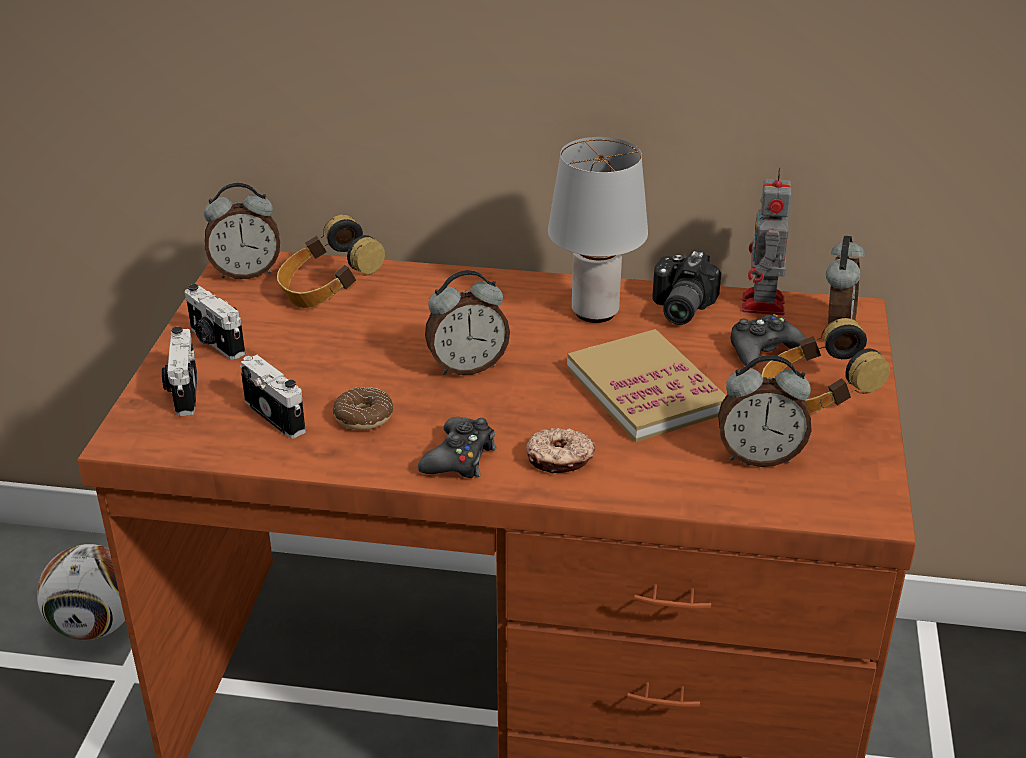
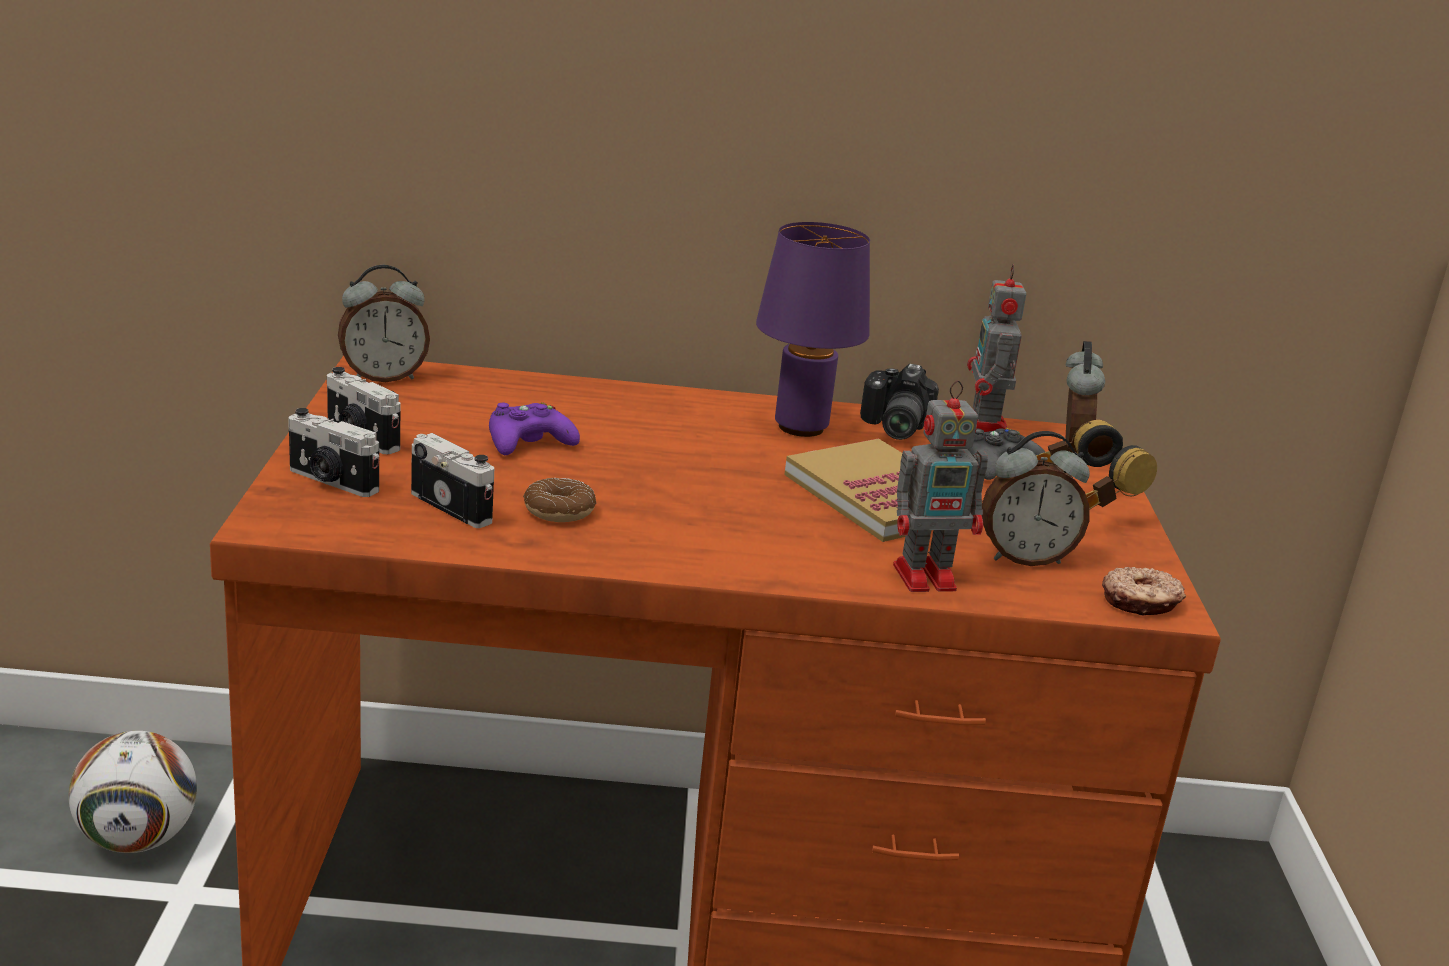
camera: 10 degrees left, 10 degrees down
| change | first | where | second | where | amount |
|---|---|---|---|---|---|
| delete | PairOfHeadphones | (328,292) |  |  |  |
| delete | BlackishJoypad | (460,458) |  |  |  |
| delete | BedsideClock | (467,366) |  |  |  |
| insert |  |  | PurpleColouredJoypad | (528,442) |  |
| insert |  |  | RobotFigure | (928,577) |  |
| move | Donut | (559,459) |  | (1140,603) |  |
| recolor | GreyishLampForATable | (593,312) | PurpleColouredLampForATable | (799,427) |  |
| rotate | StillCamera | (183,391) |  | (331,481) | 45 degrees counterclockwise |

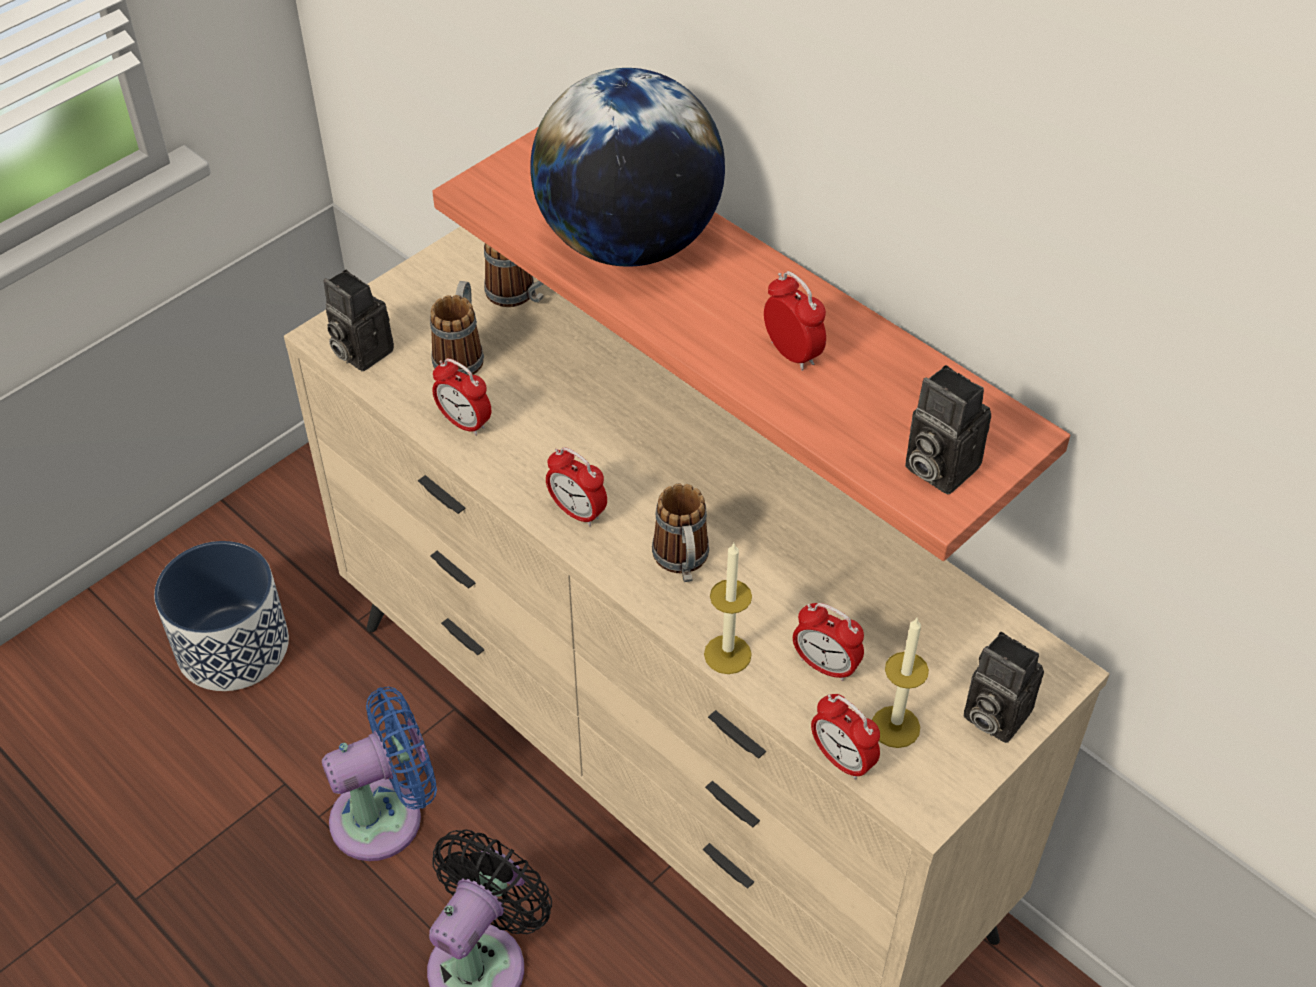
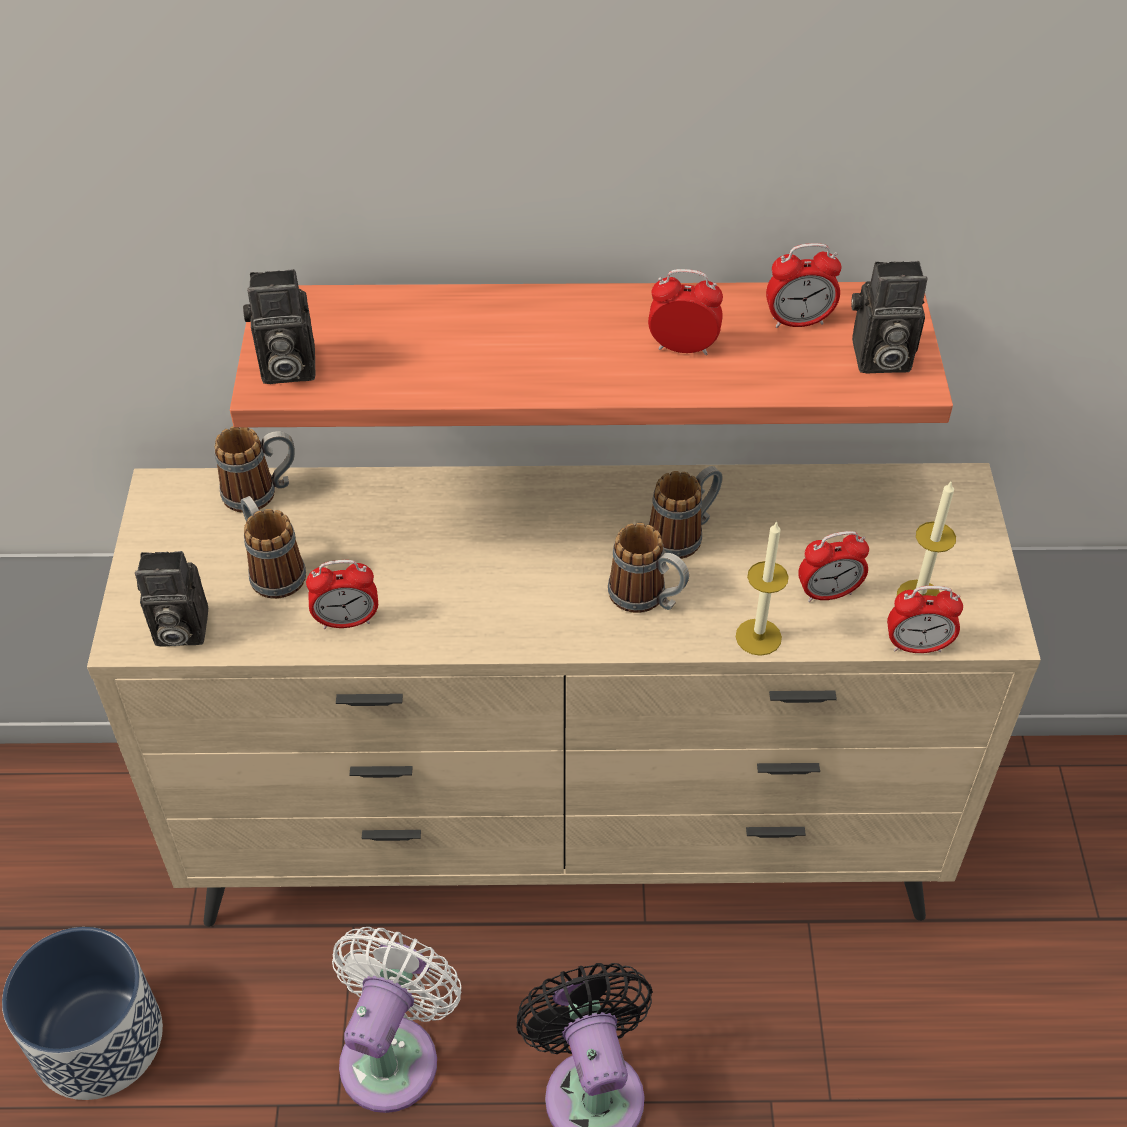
camera: 45 degrees left, 0 degrees up
| change | first | where | second | where | amount |
|---|---|---|---|---|---|
| delete | WorldGlobe | (629,243) |  |  |  |
| insert |  |  | Mug | (684,534) |  |
| move | BedsideClock | (577,512) |  | (798,321) |  |
| move | StillCamera | (992,714) |  | (285,368) |  |
| recolor | BlueElectricFan | (386,816) | WhitishElectricFan | (393,1053) |  |

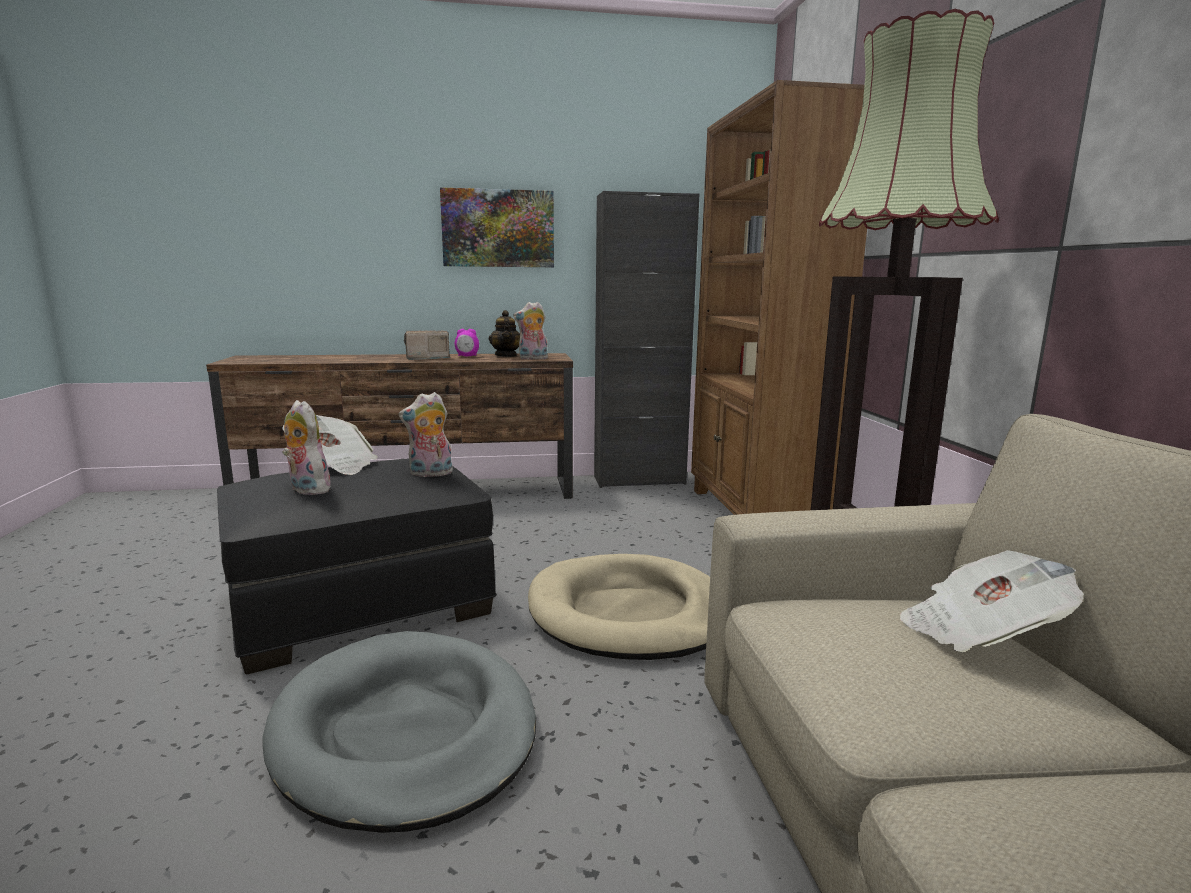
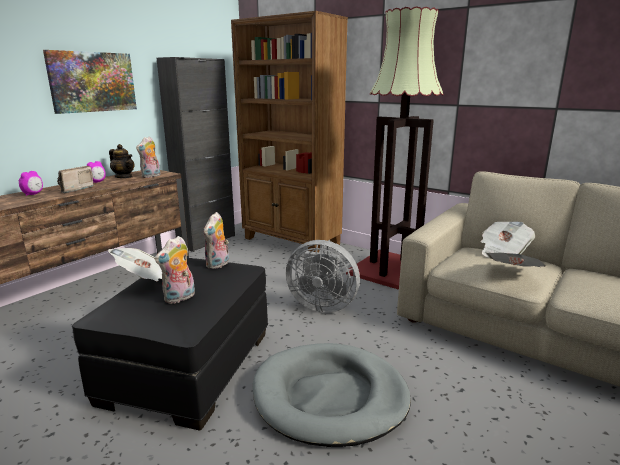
camera: 45 degrees left, 5 degrees up
| change | first | where | second | where | amount |
|---|---|---|---|---|---|
| insert |  |  | BedsideClock | (33,194) |  |
| insert |  |  | Newspaper | (512,274) |  |
| replace | SandColouredPetBed | (630,614) | GreyishElectricFan | (322,305) |  |
| rotate | PlushToy | (306,489) |  | (180,298) | 45 degrees counterclockwise |

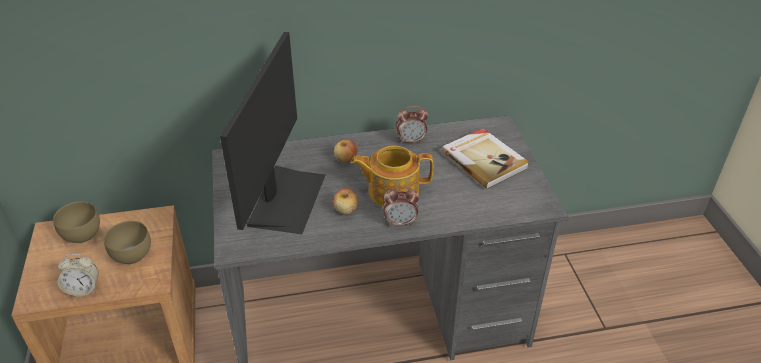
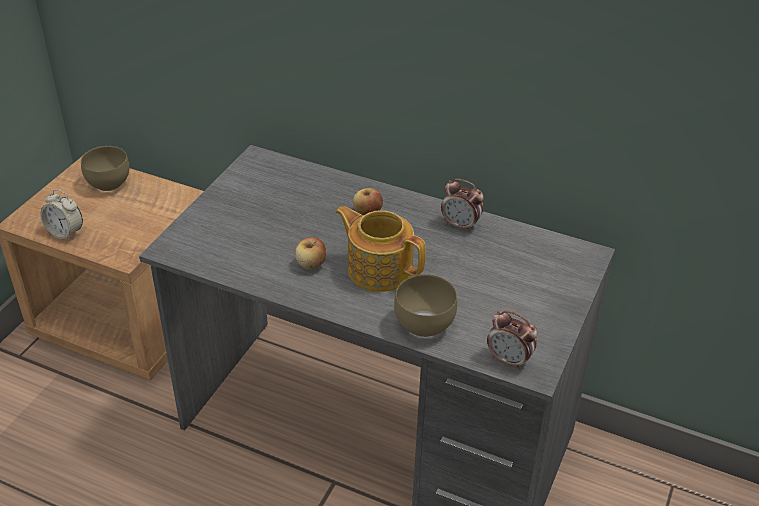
camera: 35 degrees right, 0 degrees up
| change | first | where | second | where | amount |
|---|---|---|---|---|---|
| delete | ComputerScreen | (285,198) |  |  |  |
| delete | Volume | (484,160) |  |  |  |
| move | BrownColouredDeepDish | (134,255) |  | (426,326) |  |
| move | BedsideClock | (400,222) |  | (509,360) |  |

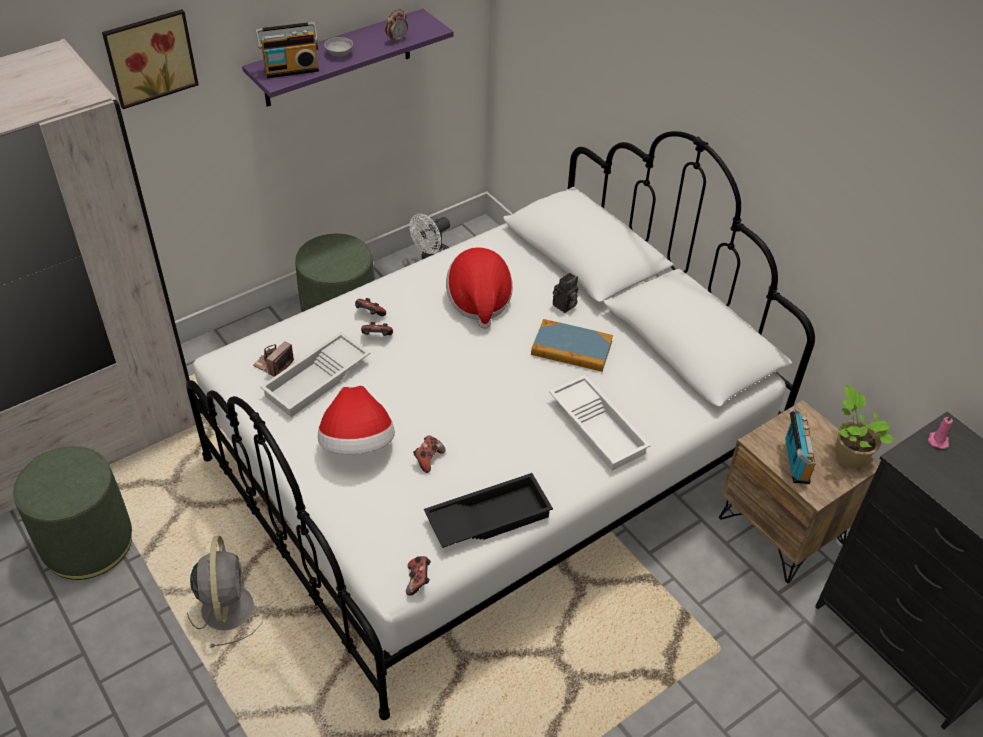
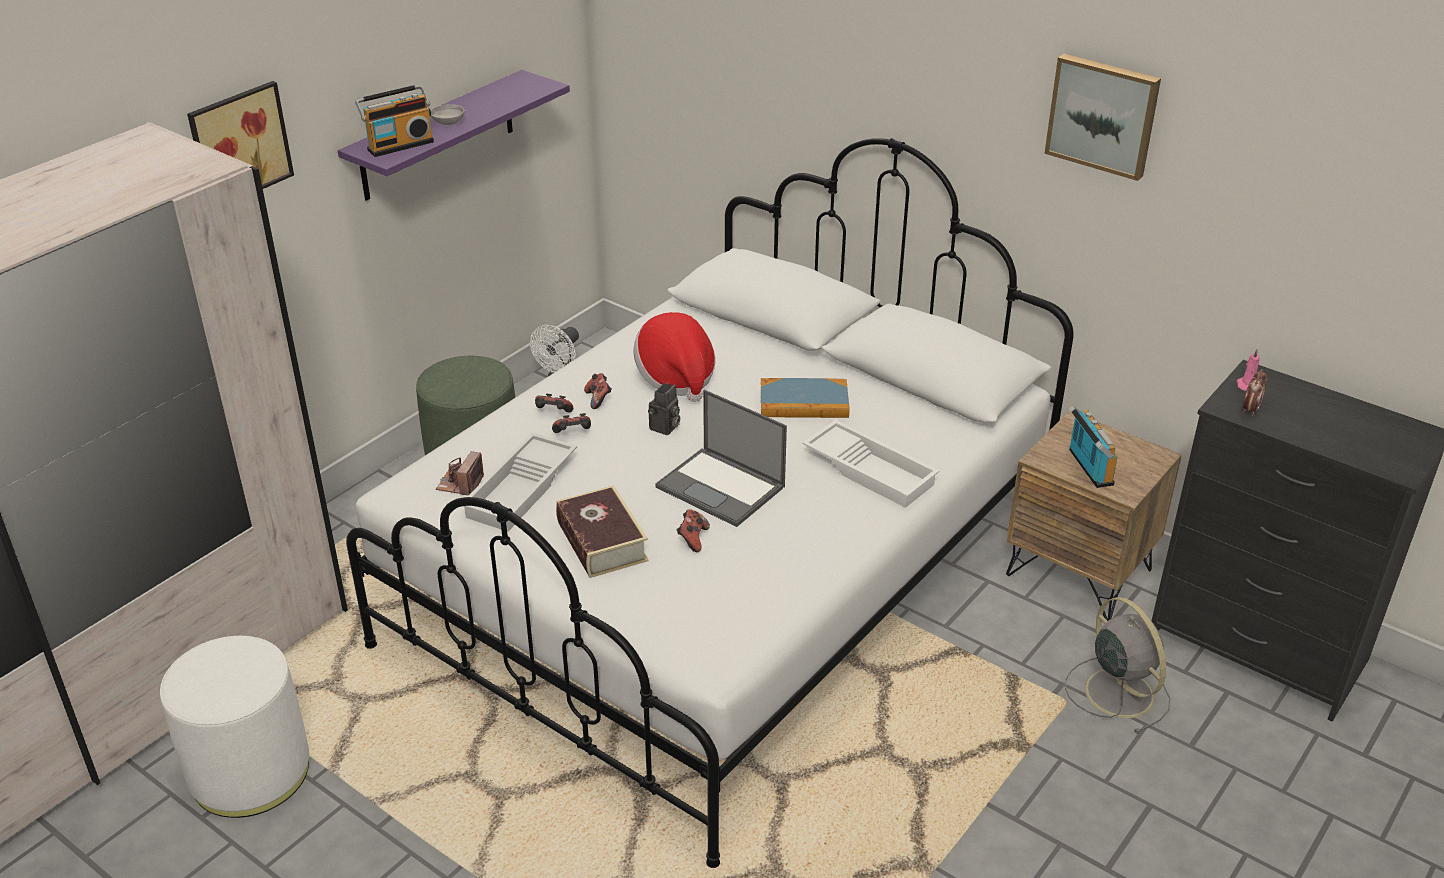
camera: 15 degrees left, 10 degrees down
| change | first | where | second | where | amount |
|---|---|---|---|---|---|
| delete | BlackishTray | (488,516) |  |  |  |
| delete | PottedPlant | (848,455) |  |  |  |
| insert |  |  | Laptop | (722,487) |  |
| insert |  |  | WallArt | (1103,115) |  |
| move | GreyishElectricFan | (227,606) |  | (1117,691) |  |
| move | BedsideClock | (397,39) |  | (1250,409) |  |
| move | Joypad | (418,580) |  | (598,399) |  |
| move | StillCamera | (564,306) |  | (665,428) |  |
| replace | Hat | (357,444) | Volume | (602,542) |  |
| recolor | GreenPouffe | (88,543) | WhitishPouffe | (250,772) |  |

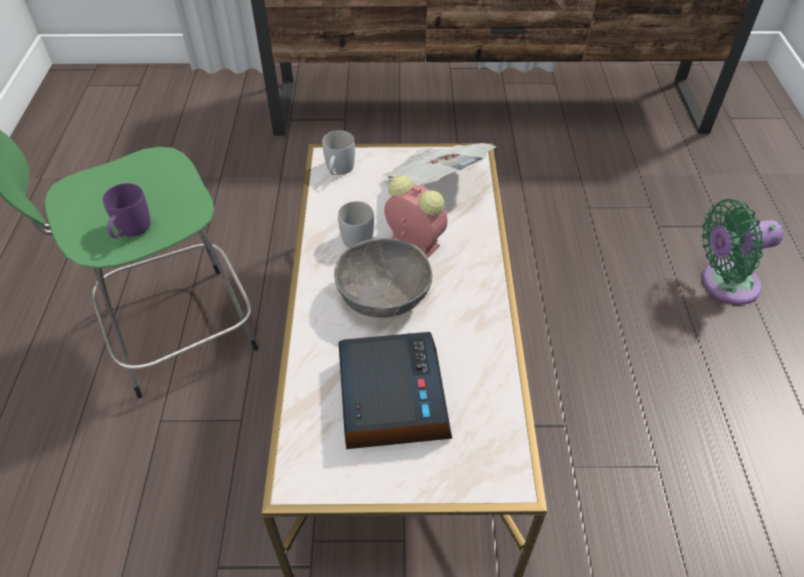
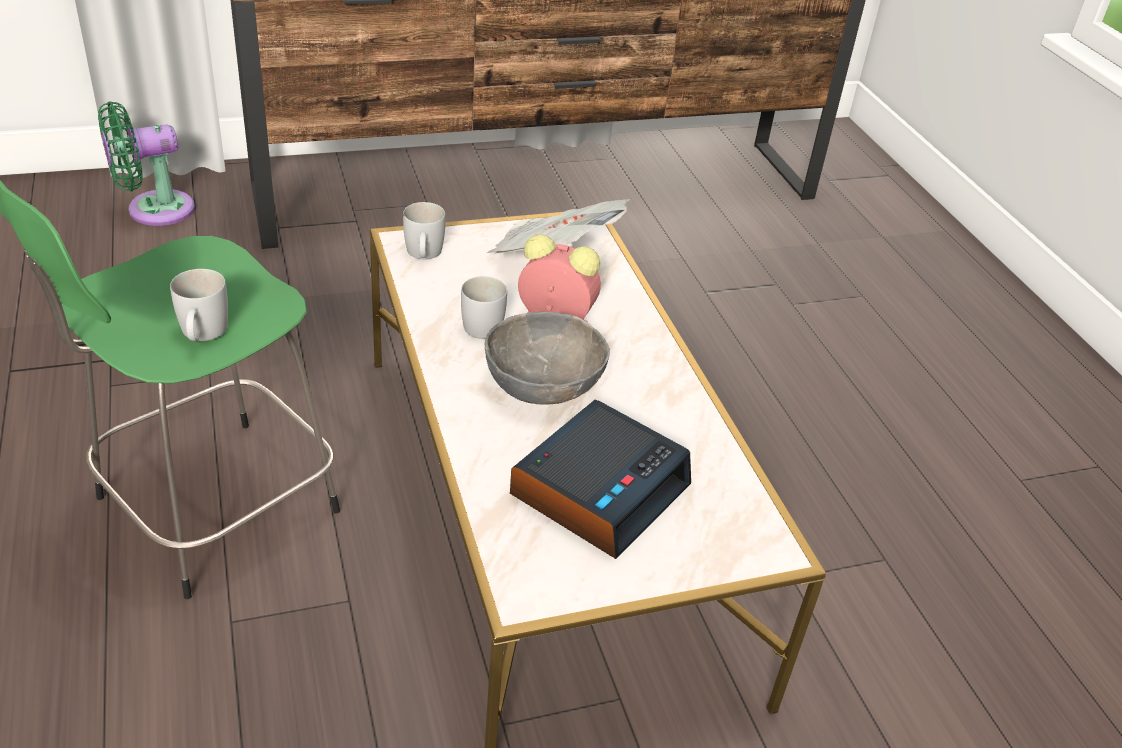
camera: 20 degrees left, 10 degrees down
| change | first | where | second | where | amount |
|---|---|---|---|---|---|
| move | GreenElectricFan | (724,284) |  | (153,210) |  |
| recolor | PurpleColouredMug | (130,231) | WhitishMug | (202,335) |  |
| rotate | BedsideClock | (391,397) |  | (600,489) | 60 degrees clockwise |

